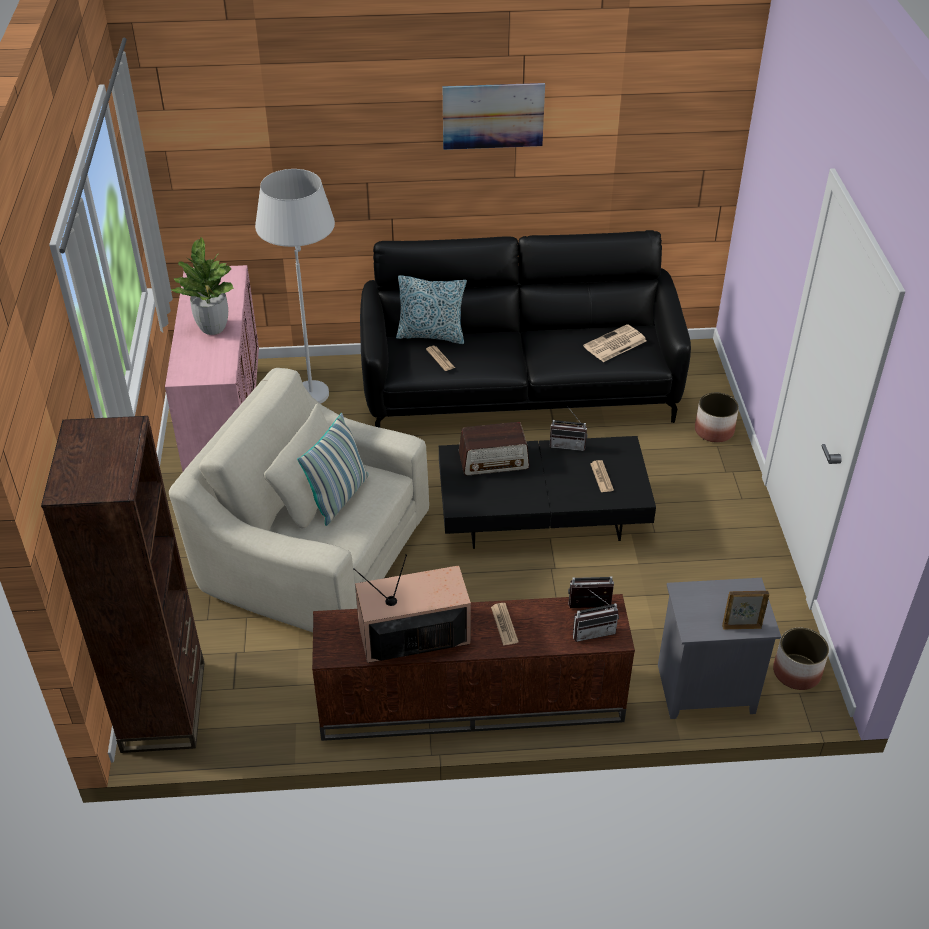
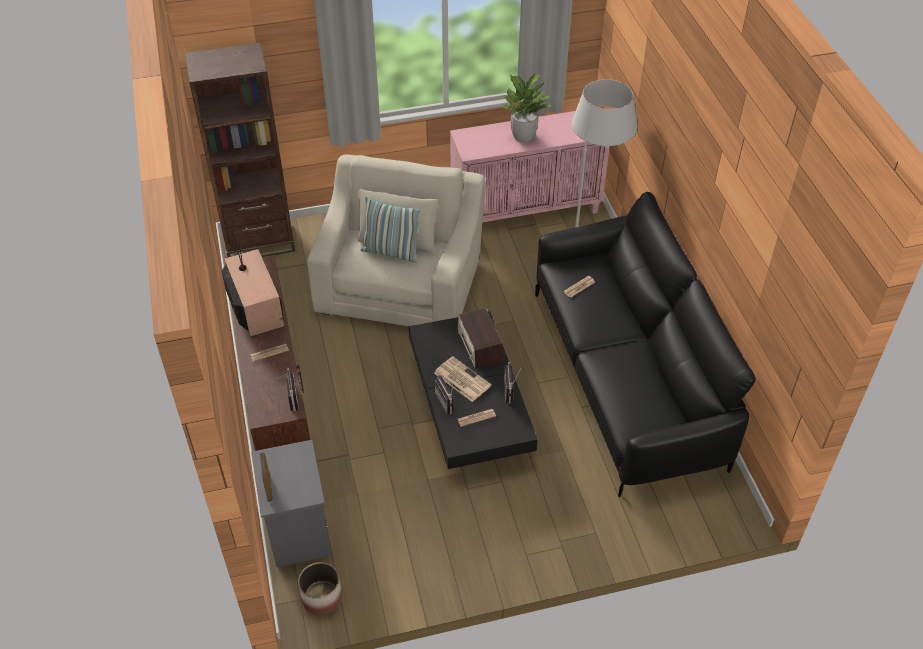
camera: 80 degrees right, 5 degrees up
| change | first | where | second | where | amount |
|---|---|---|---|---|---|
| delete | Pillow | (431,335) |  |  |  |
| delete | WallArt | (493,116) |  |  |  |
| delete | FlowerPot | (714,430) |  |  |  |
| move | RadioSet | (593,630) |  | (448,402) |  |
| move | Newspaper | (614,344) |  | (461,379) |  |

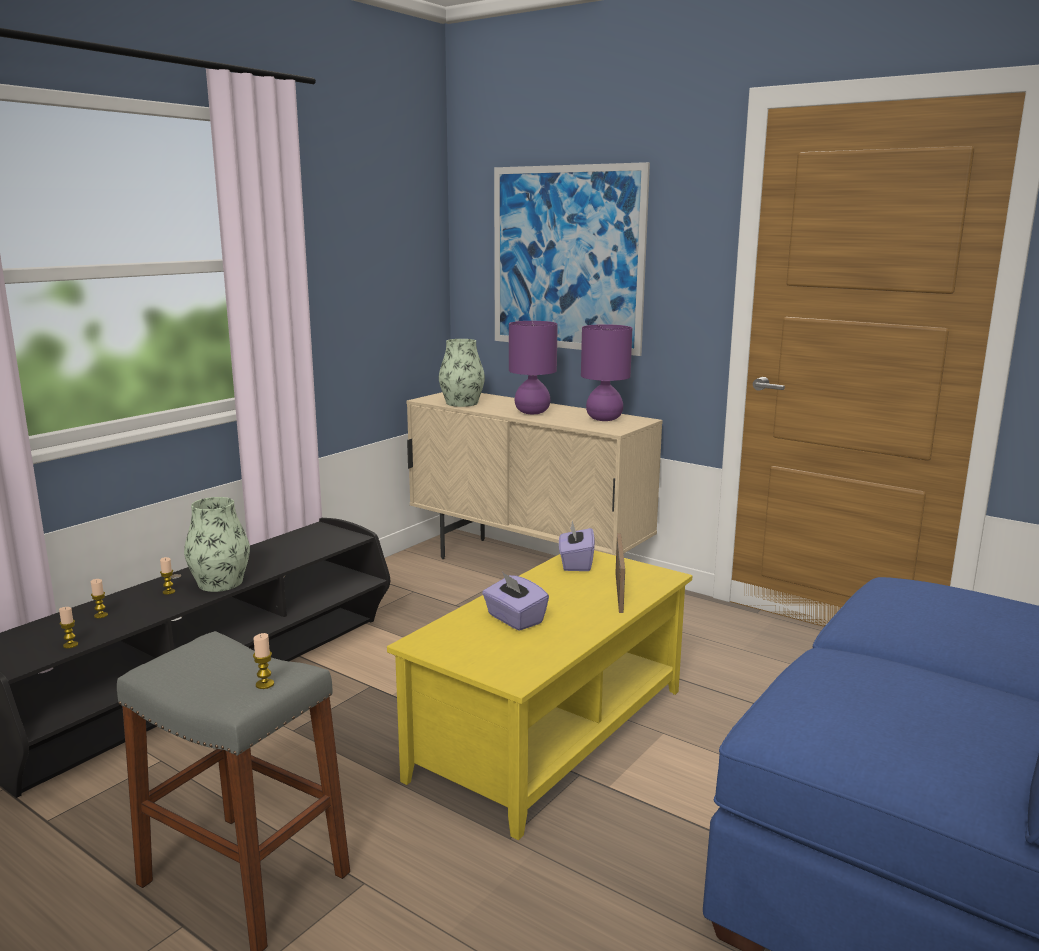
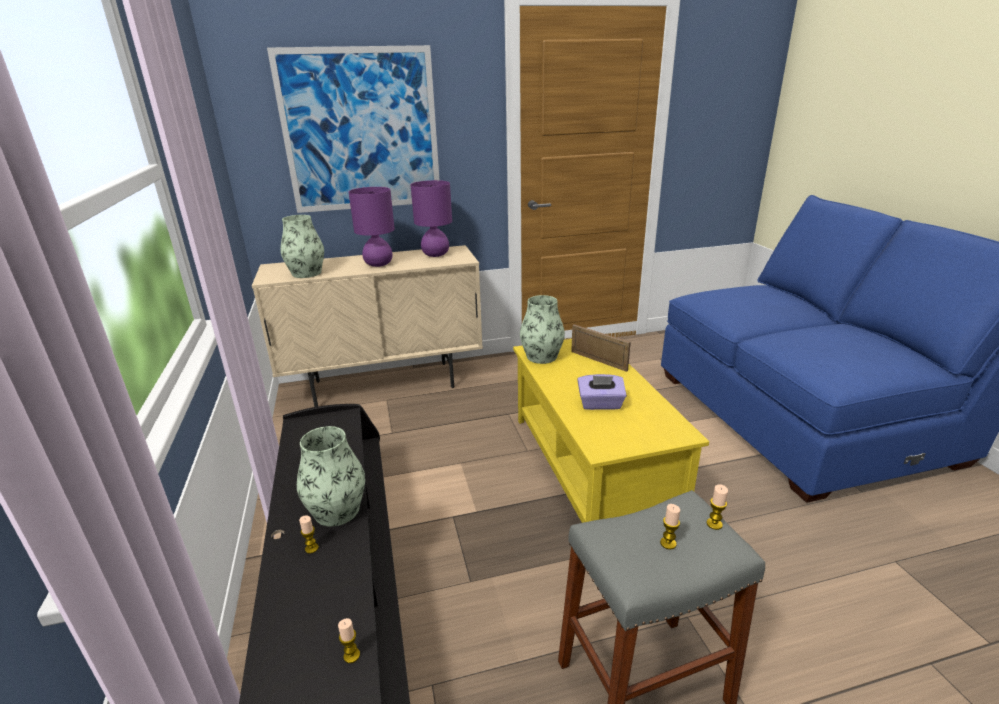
camera: 50 degrees left, 10 degrees up
| change | first | where | second | where | amount |
|---|---|---|---|---|---|
| move | WaxCandle | (101,615) |  | (668,543) |  |
| replace | PurpleColouredTissueHolder | (575,563) | Vase | (542,356) |  |

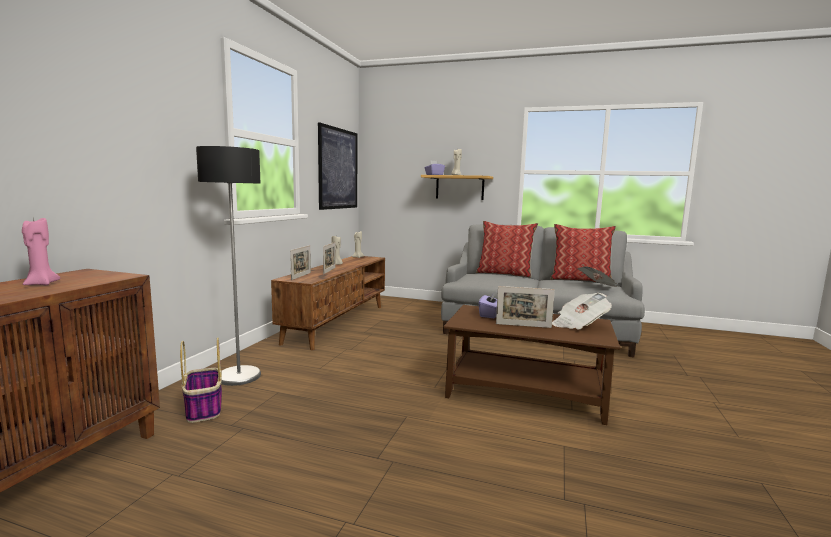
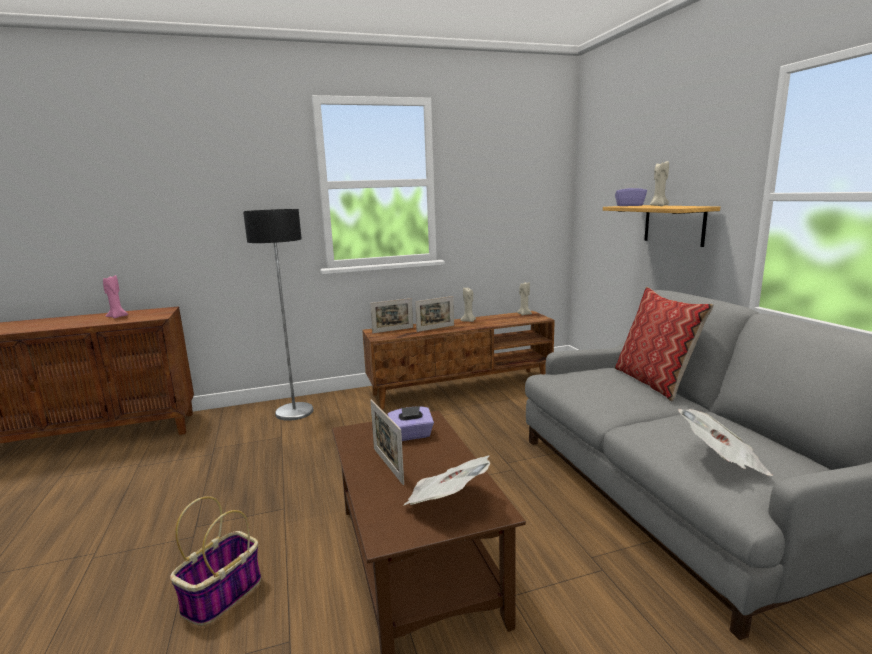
camera: 55 degrees right, 5 degrees up
| change | first | where | second | where | amount |
|---|---|---|---|---|---|
| delete | WallArt | (338,169) |  |  |  |
| delete | Pillow | (580,280) |  |  |  |
| move | StorageBasket | (204,409) |  | (222,596) |  |

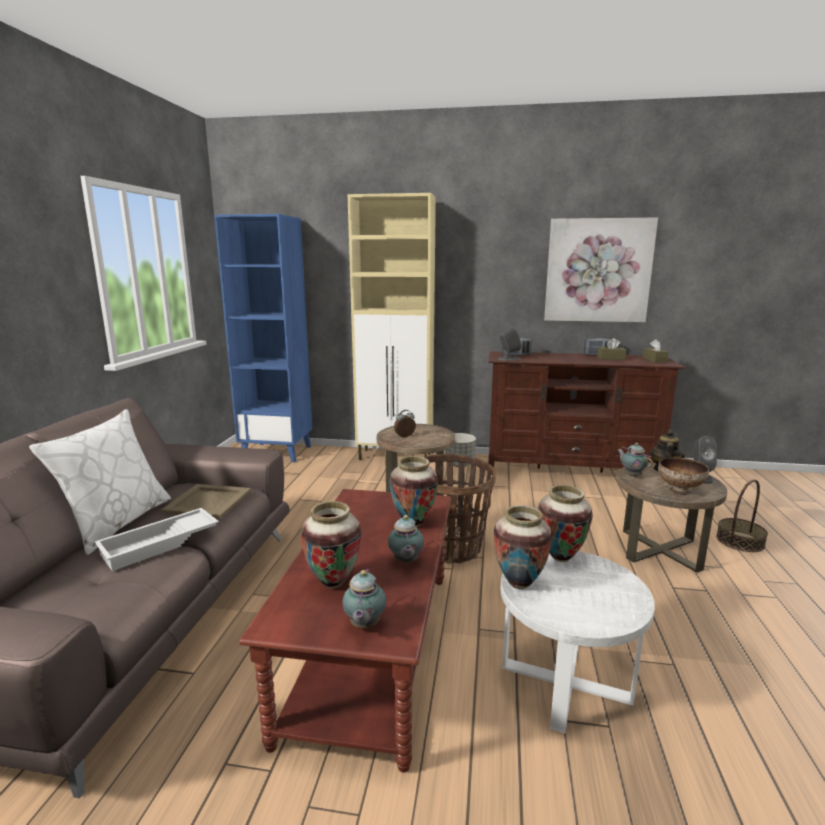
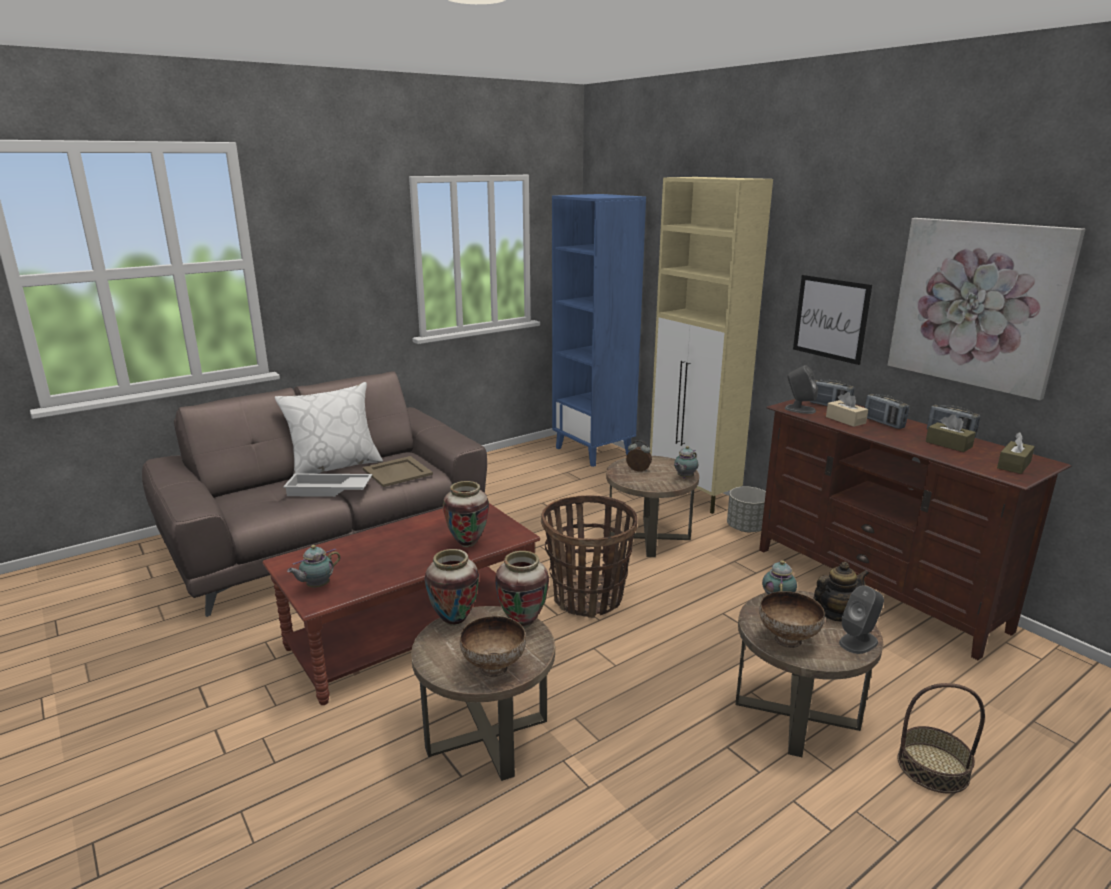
camera: 45 degrees right, 5 degrees up
| change | first | where | second | where | amount |
|---|---|---|---|---|---|
| delete | Vase | (333,583) |  |  |  |
| insert |  |  | DeepDish | (494,667) |  |
| insert |  |  | WallArt | (831,318) |  |
| insert |  |  | SandColouredTissueHolder | (845,420) |  |
| insert |  |  | RadioSet | (883,423) |  |
| move | Teapot | (405,562) |  | (684,477) |  |
| recolor | WhitishEndTable | (565,681) | BrownColouredEndTable | (487,734) |  |

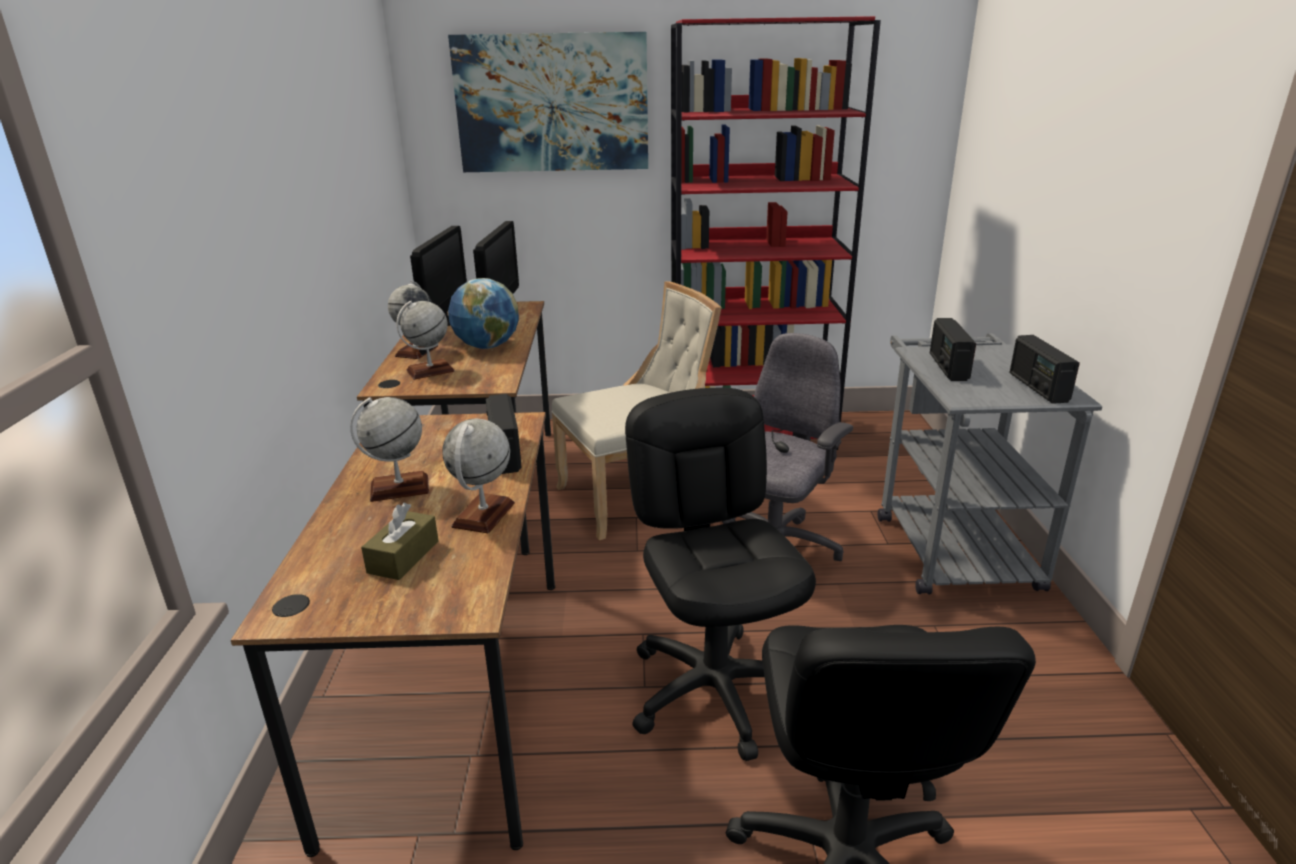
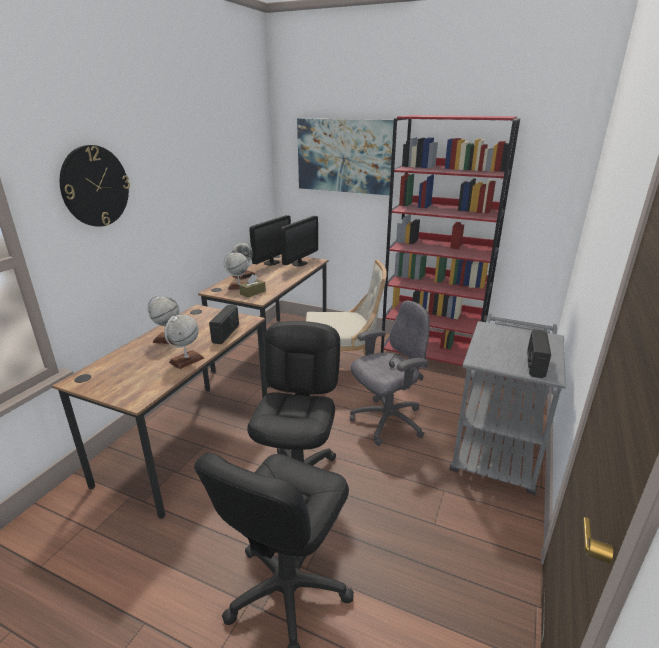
camera: 25 degrees right, 0 degrees up
| change | first | where | second | where | amount |
|---|---|---|---|---|---|
| delete | WorldGlobe | (486,346) |  |  |  |
| delete | RadioSet | (948,367) |  |  |  |
| insert |  |  | HangingClock | (95,186) |  |
| move | BrownColouredTissueHolder | (403,557) |  | (253,292) |  |

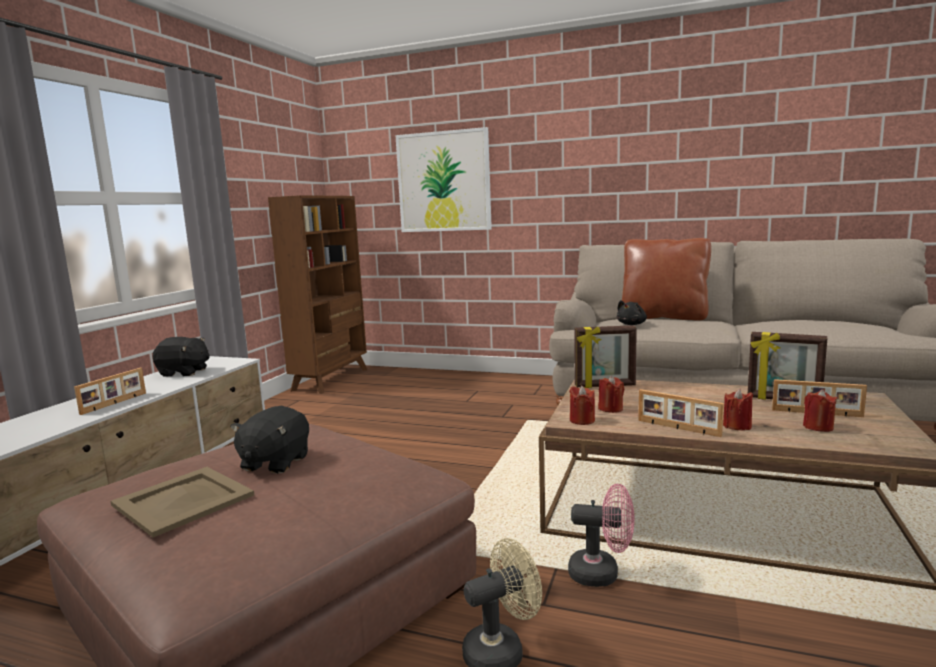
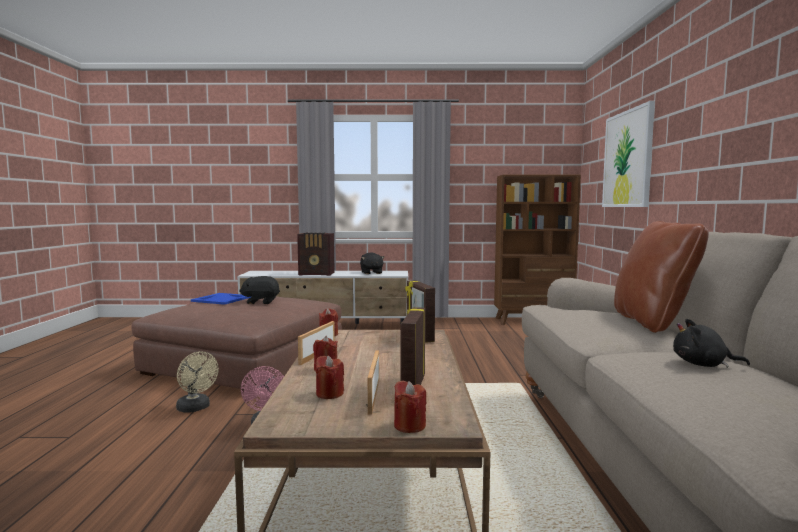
camera: 70 degrees right, 5 degrees down
| change | first | where | second | where | amount |
|---|---|---|---|---|---|
| move | ReddishWaxCandle | (610,409) |  | (409,426) |  |
| move | BlackishPlushToy | (632,324) |  | (703,365) |  |
| replace | PictureFrame | (115,403) | RadioSet | (317,274) |  |
| recolor | SandColouredTray | (184,500) | BlueTray | (222,299) |  |

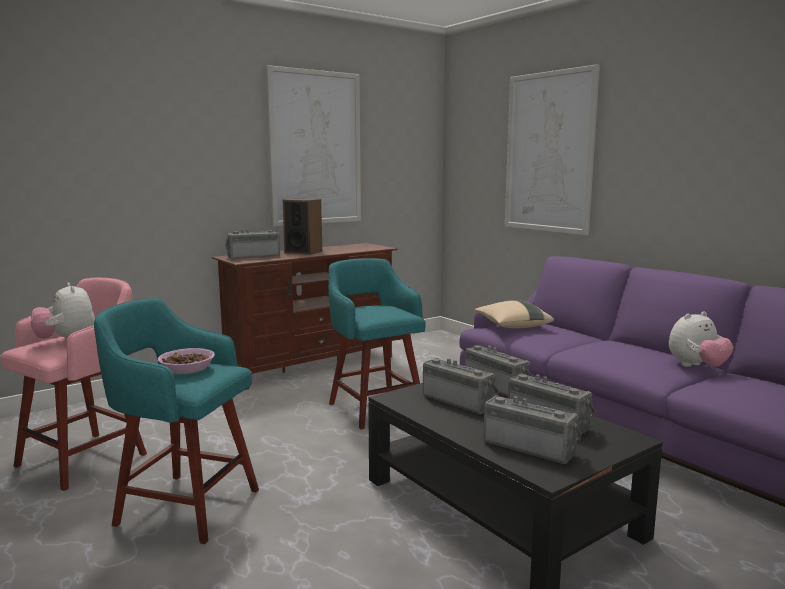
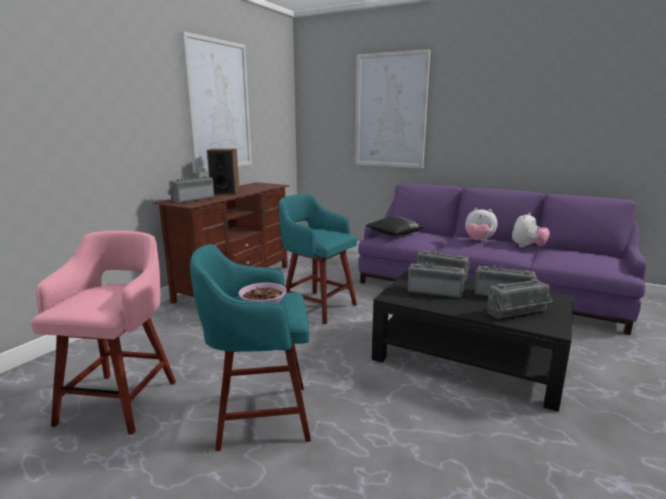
camera: 25 degrees left, 5 degrees up
| change | first | where | second | where | amount |
|---|---|---|---|---|---|
| move | PlushToy | (67,341) |  | (478,241) |  |
| recolor | SandColouredPillow | (512,326) | BlackishPillow | (394,234) |  |
| rotate | RadioSet | (530,447) |  | (518,313) | 150 degrees clockwise |

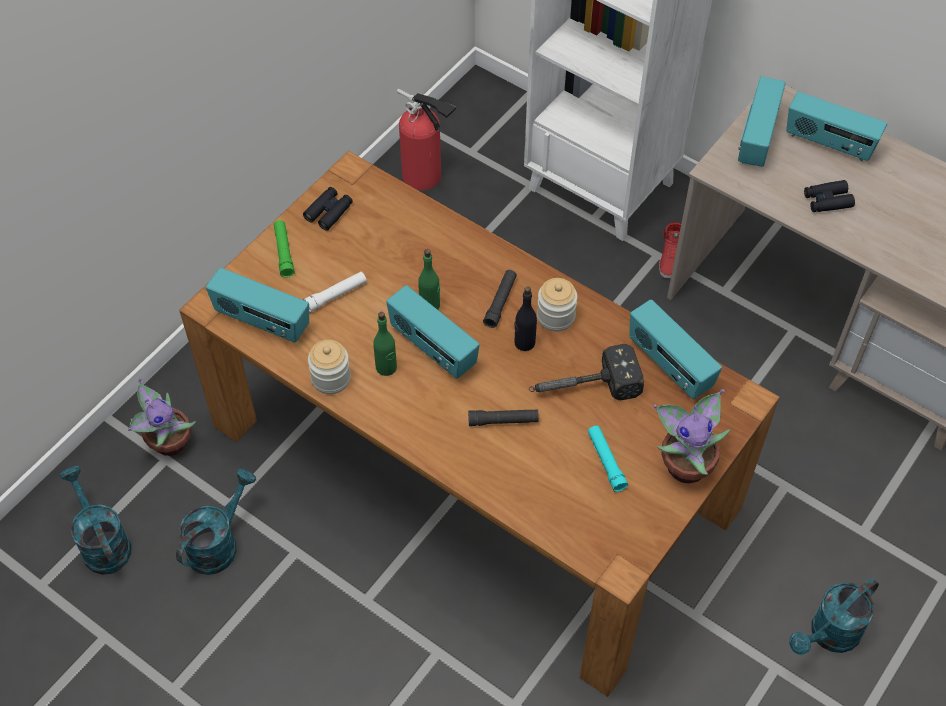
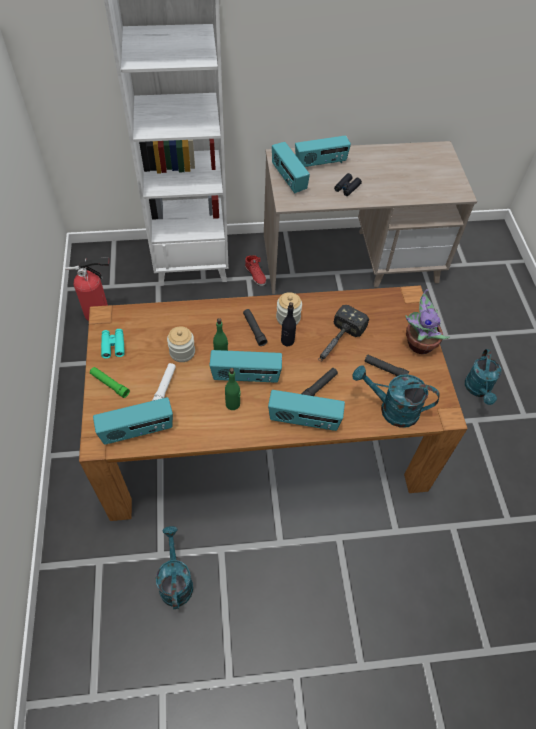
camera: 45 degrees left, 0 degrees up
| change | first | where | second | where | amount |
|---|---|---|---|---|---|
| delete | PottedPlant | (168,442) |  |  |  |
| move | TurquoiseColouredWateringCan | (102,542) |  | (391,409) |  |
| move | PreserveJar | (331,378) |  | (182,352) |  |
| move | RadioSet | (669,365) |  | (304,420) |  |
| recolor | BlackishBinoculars | (329,212) | TurquoiseColouredBinoculars | (113,345) |  |
| recolor | TurquoiseColouredFlashlight | (606,461) | BlackishFlashlight | (385,369) |  |

